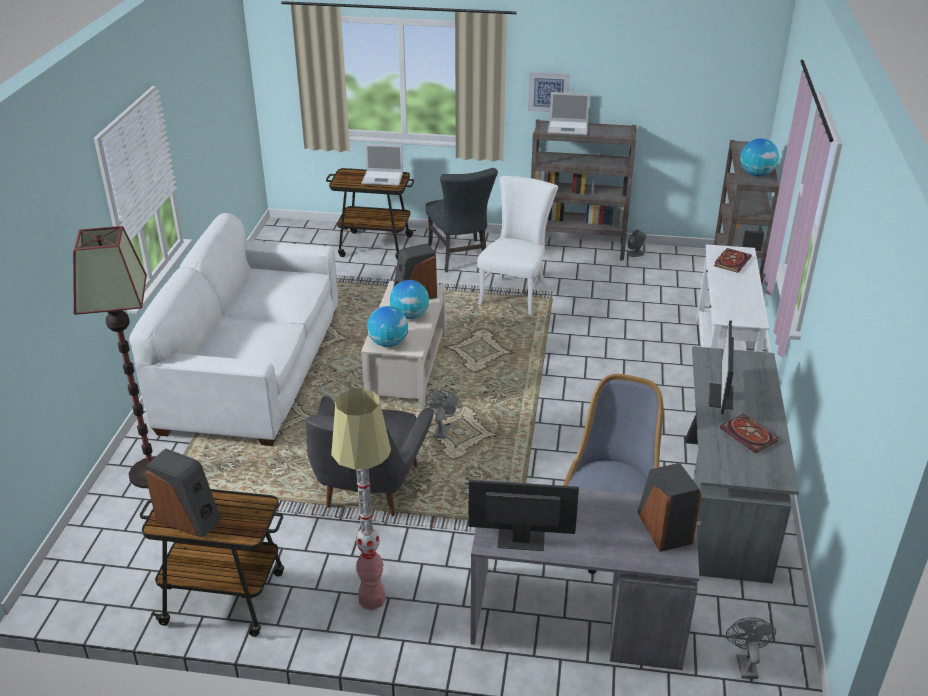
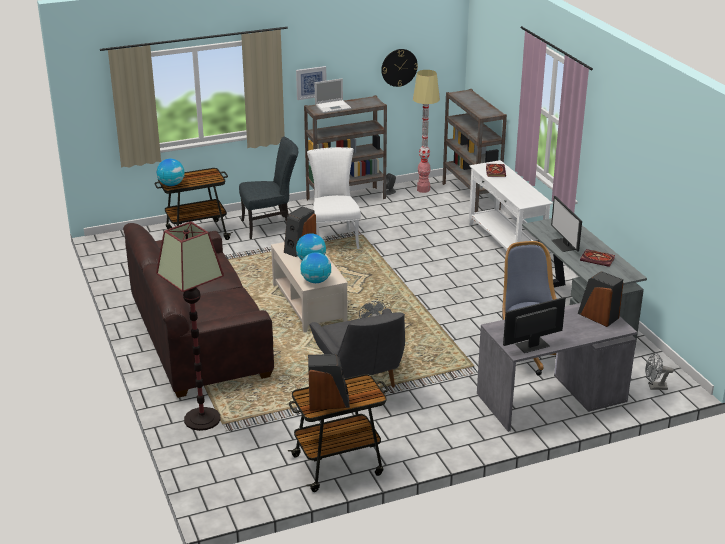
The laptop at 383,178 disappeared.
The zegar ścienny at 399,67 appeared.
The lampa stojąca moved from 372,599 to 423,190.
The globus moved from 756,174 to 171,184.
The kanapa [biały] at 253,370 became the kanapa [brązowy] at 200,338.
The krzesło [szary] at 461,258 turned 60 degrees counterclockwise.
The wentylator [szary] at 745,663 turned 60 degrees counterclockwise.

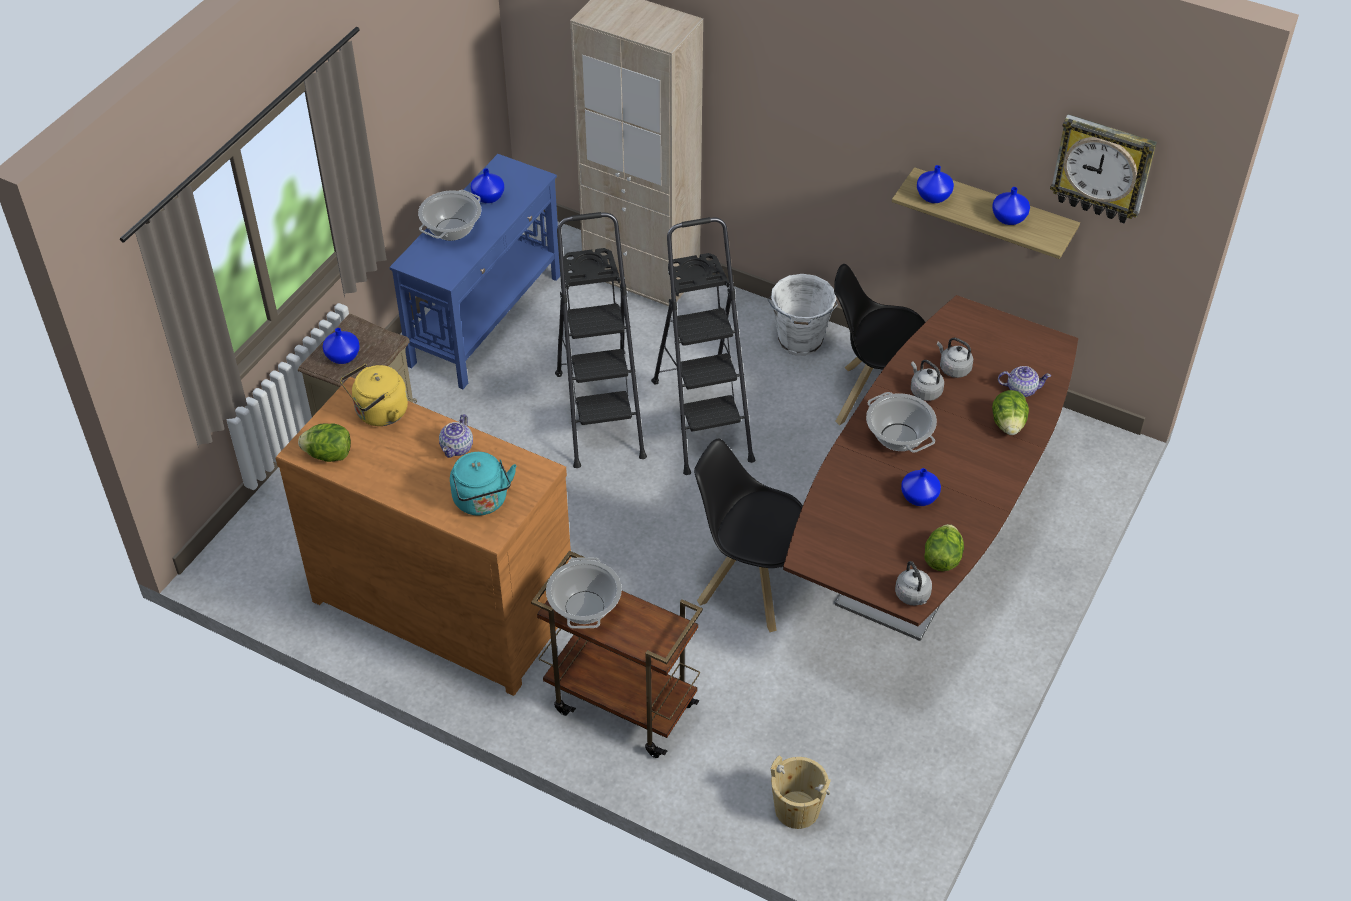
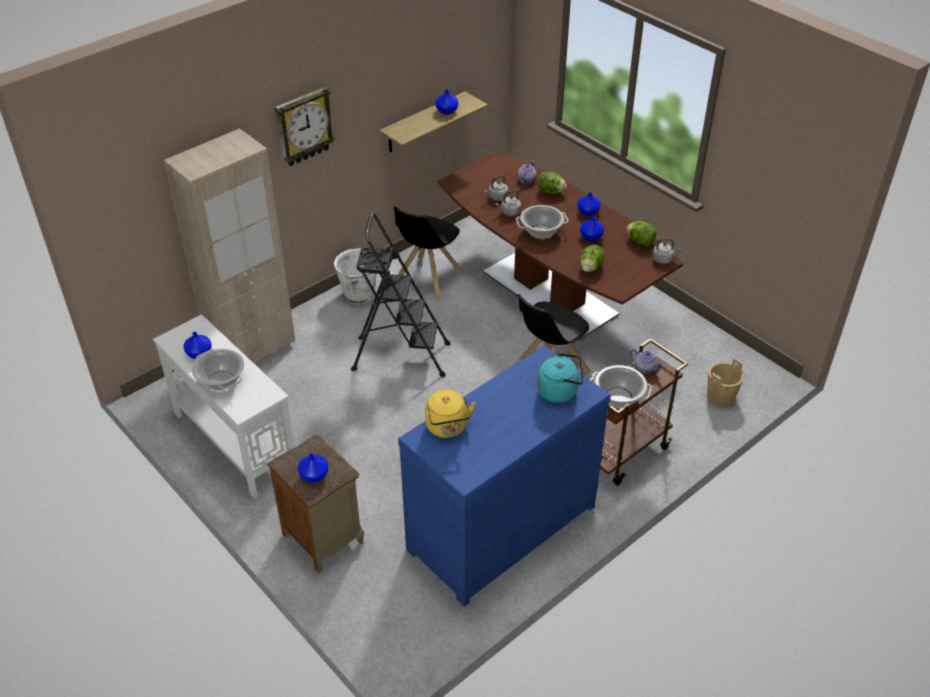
The drabinka at 599,412 disappeared.
The sałata moved from 329,455 to 590,267.
The imbryk moved from 457,447 to 645,368.
The wazon [niebieski] moved from 932,196 to 587,212.
The zegar ścienny moved from 1102,168 to 303,126.
The komoda [brązowy] at 445,602 became the komoda [niebieski] at 498,526.
The stolik konsolowy [niebieski] at 487,319 became the stolik konsolowy [biały] at 235,441.

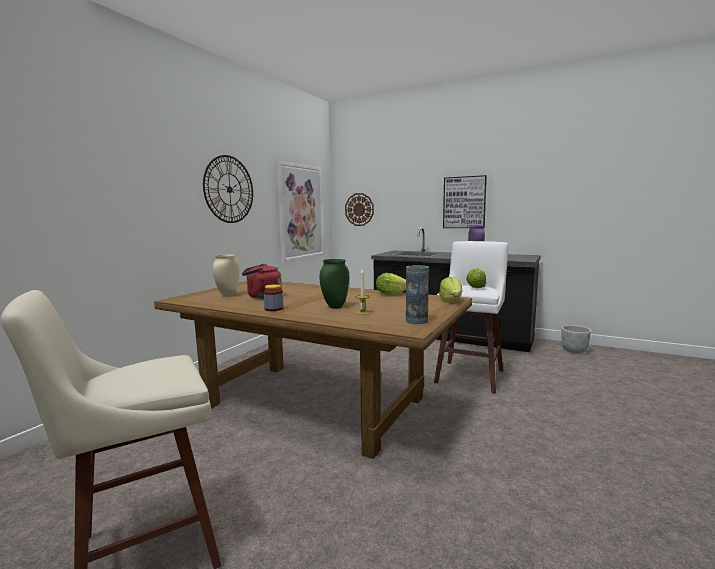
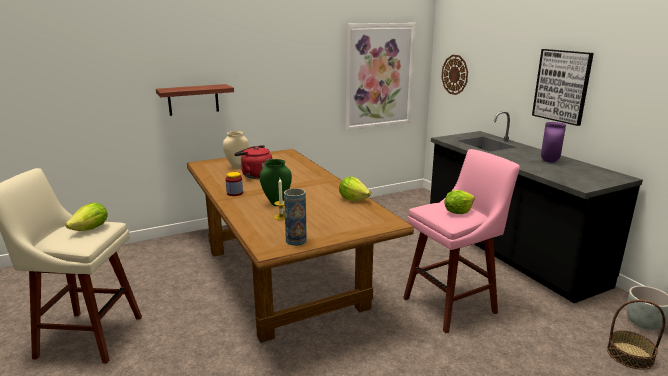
The zegar ścienny at 229,189 disappeared.
The półka at 193,99 appeared.
The koszyk at 630,355 appeared.
The sałata moved from 451,301 to 91,229.
The stołek [biały] at 470,376 became the stołek [różowy] at 451,305.

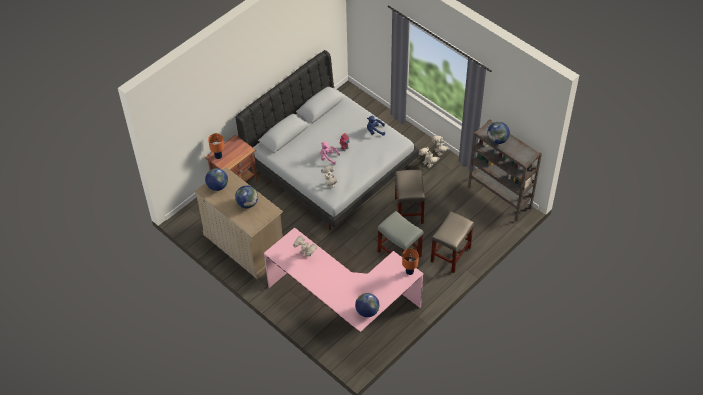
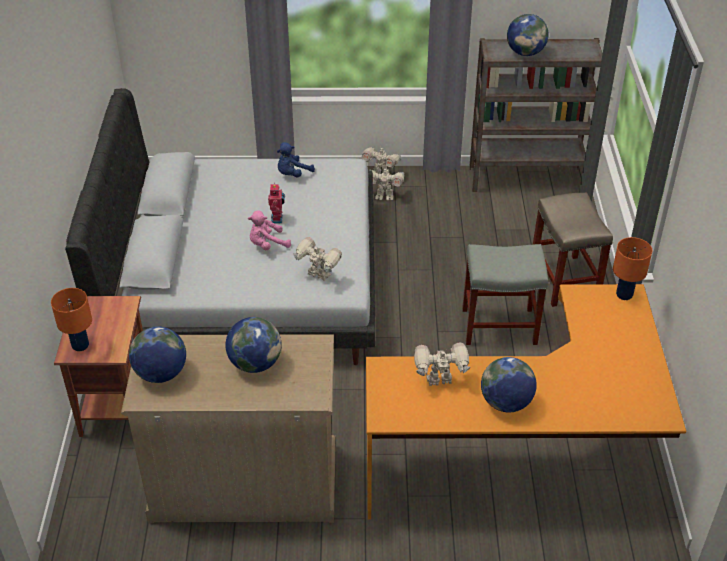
The stołek [beżowy] at 409,211 disappeared.
The globus moved from 367,311 to 506,403.
The biurko [różowy] at 343,310 became the biurko [pomarańczowy] at 528,460.

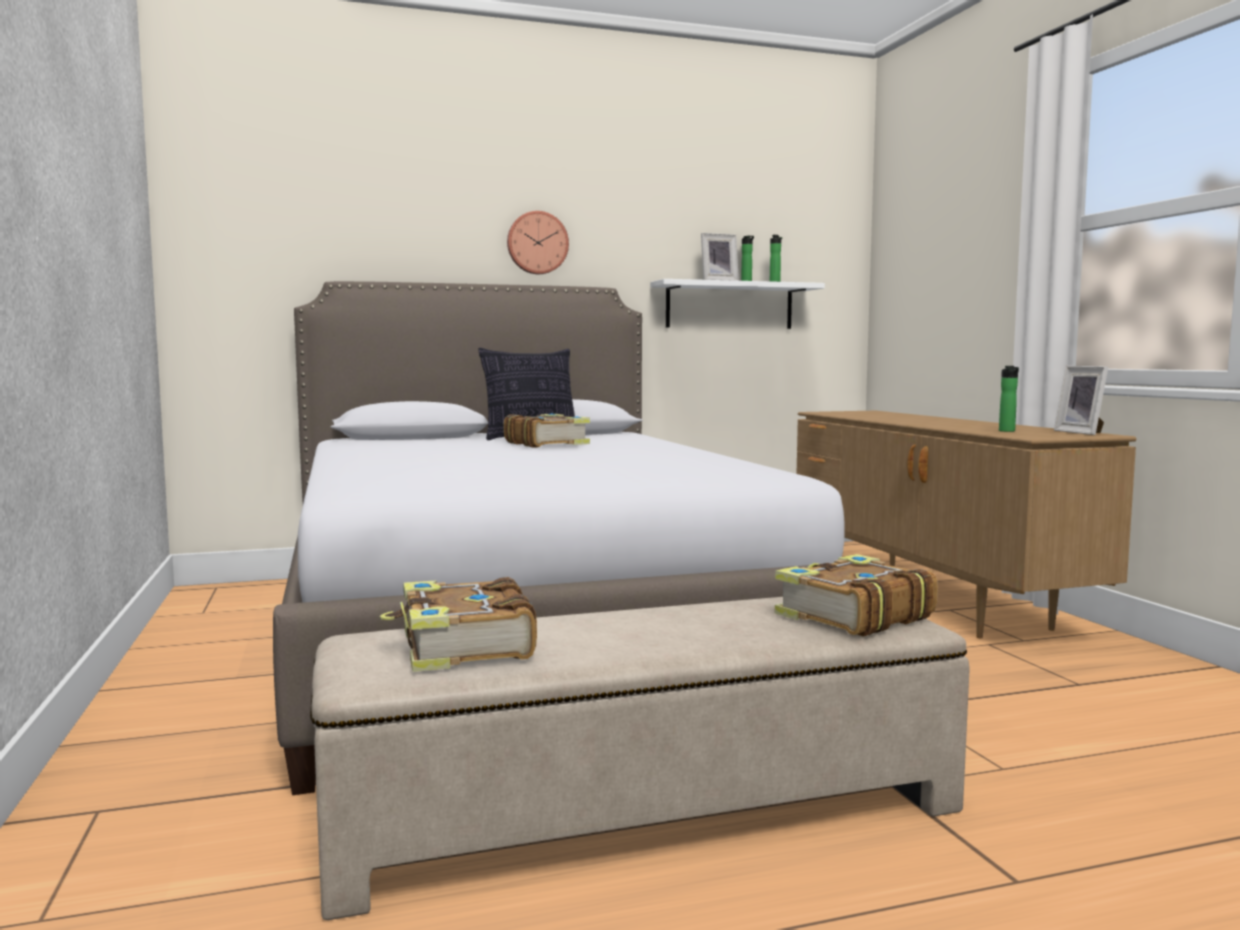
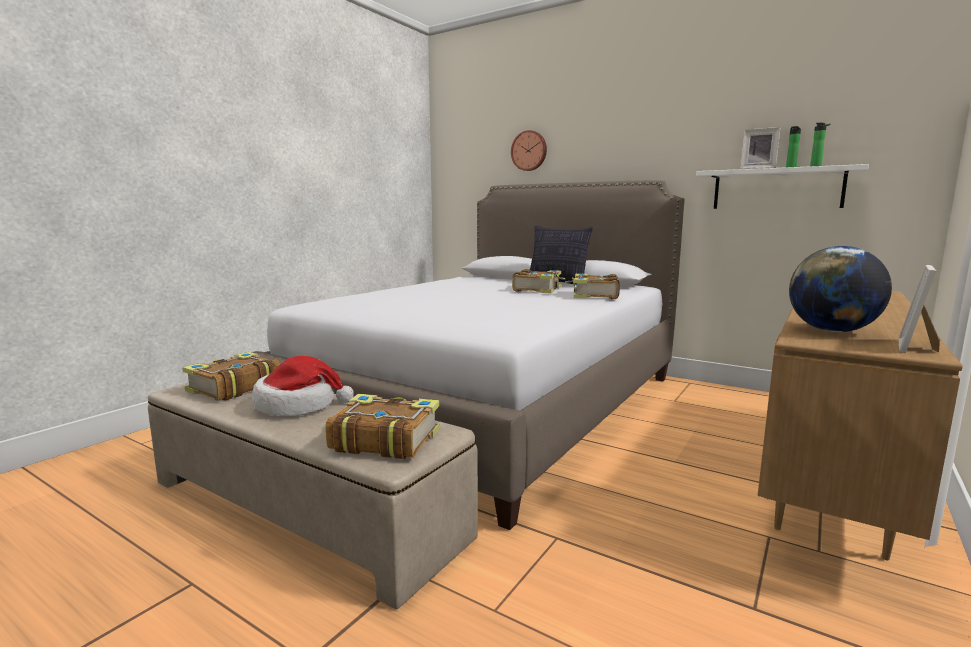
The kapelusz at 298,405 appeared.
The książka at 593,295 appeared.
The zegar ścienny moved from 537,243 to 529,151.
The butelka at 1007,431 was replaced by the globus at 832,331.

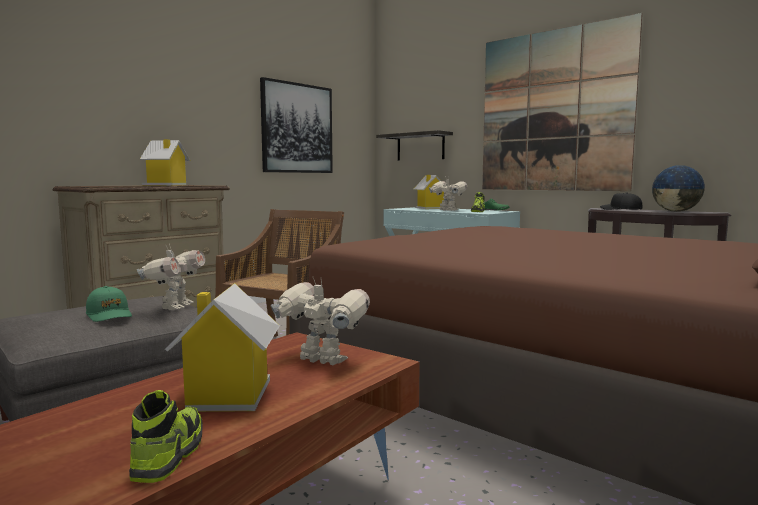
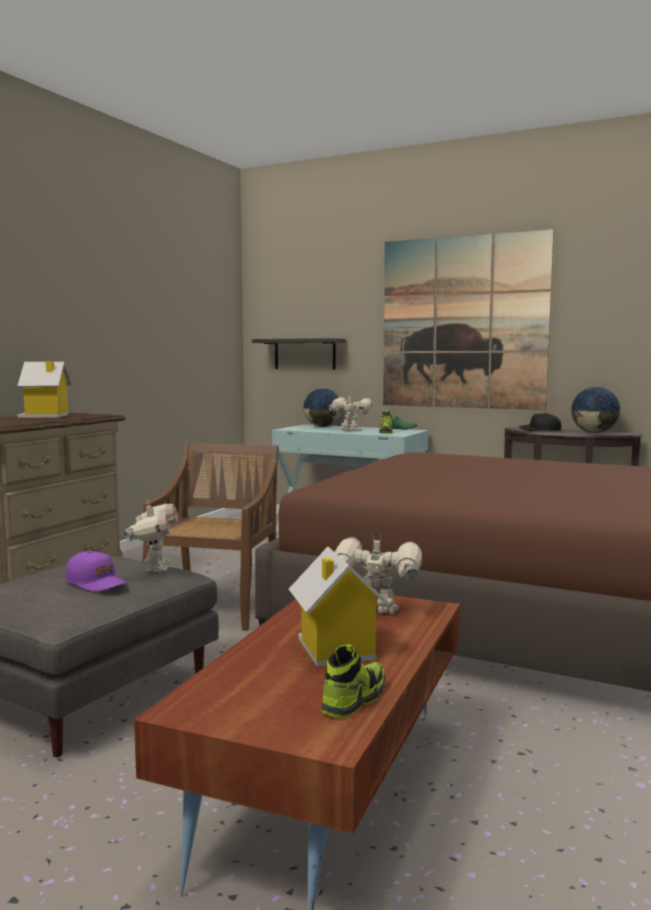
The obraz at 297,128 disappeared.
The domek at 429,208 was replaced by the globus at 322,427.
The czapka z daszkiem [zielony] at 109,315 became the czapka z daszkiem [fioletowy] at 96,583.
The but at 169,455 turned 45 degrees clockwise.

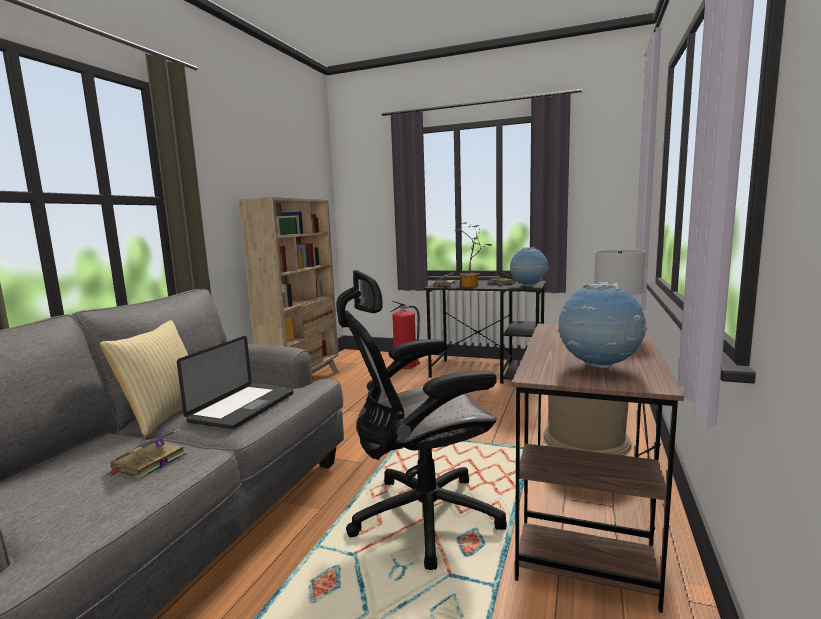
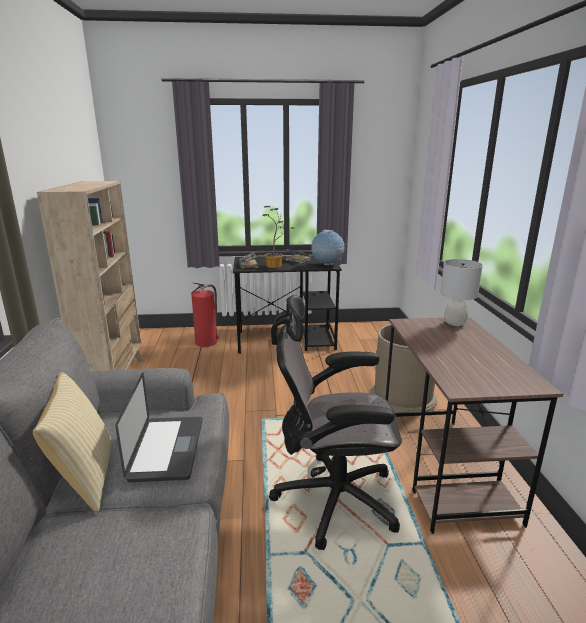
The książka at 148,463 disappeared.
The globus at 599,368 disappeared.
The krzesło biurowe at 425,518 turned 45 degrees clockwise.

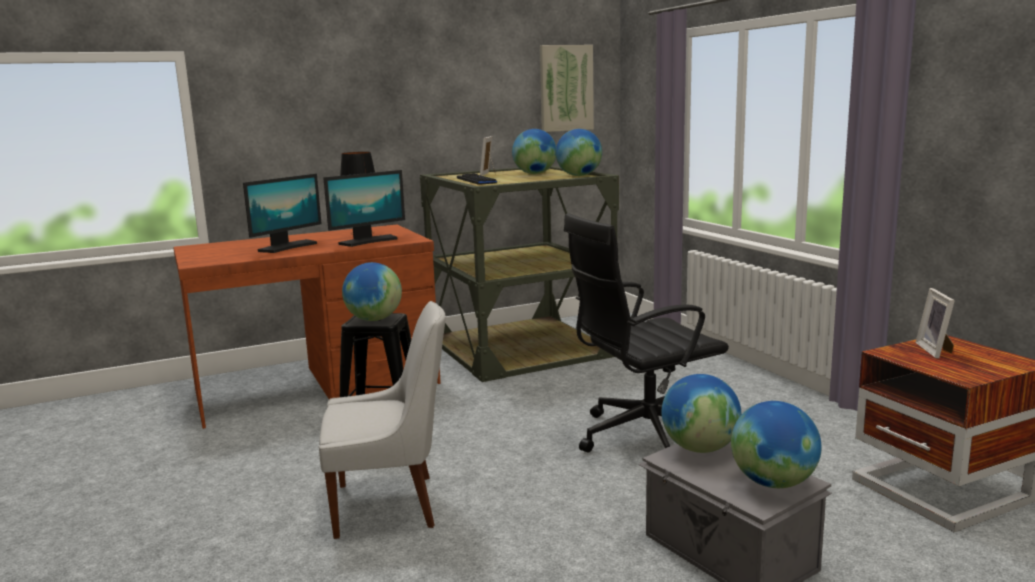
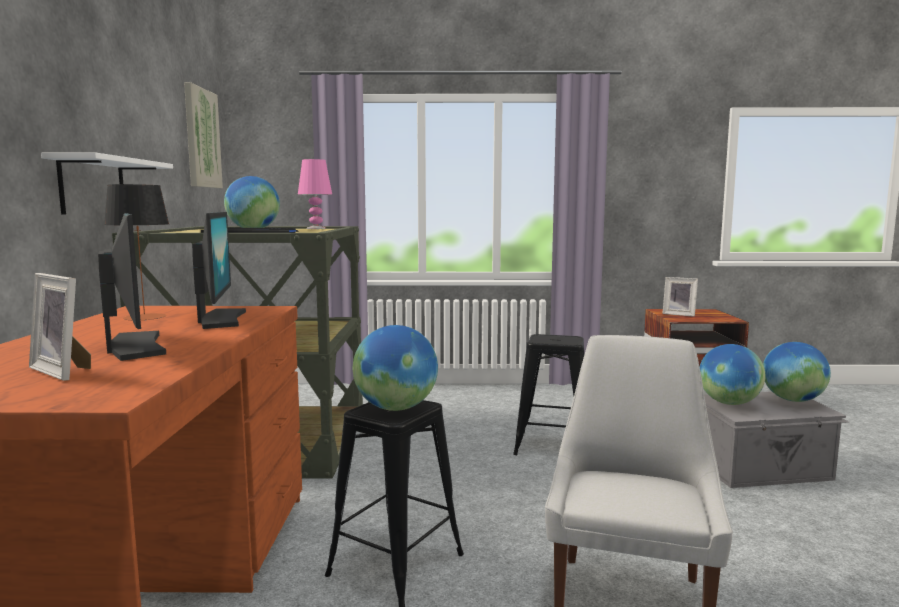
The półka [biały] at 93,186 appeared.
The ramka na zdjęcie moved from 489,174 to 65,371.
The globus at 579,176 was replaced by the lampa stołowa [różowy] at 316,228.
The krzesło biurowe [czarny] at 643,437 was replaced by the stołek [czarny] at 552,446.

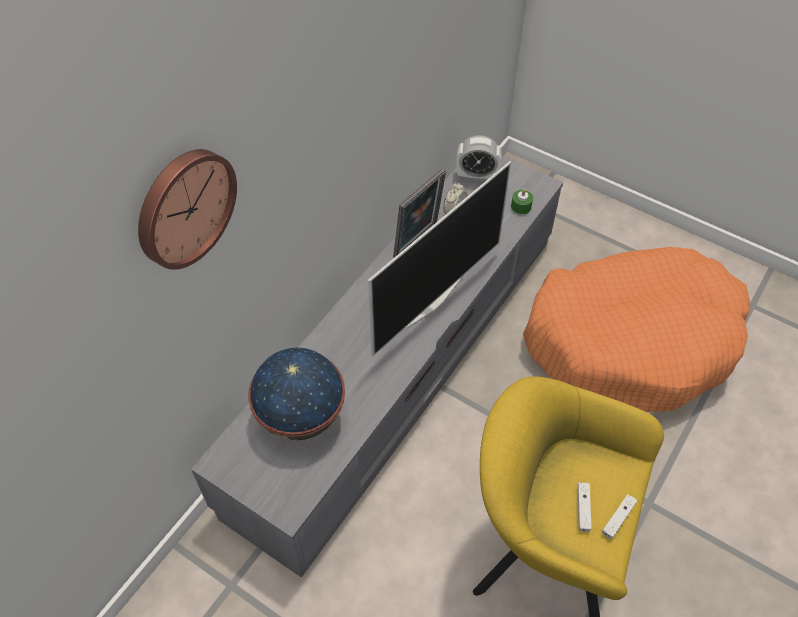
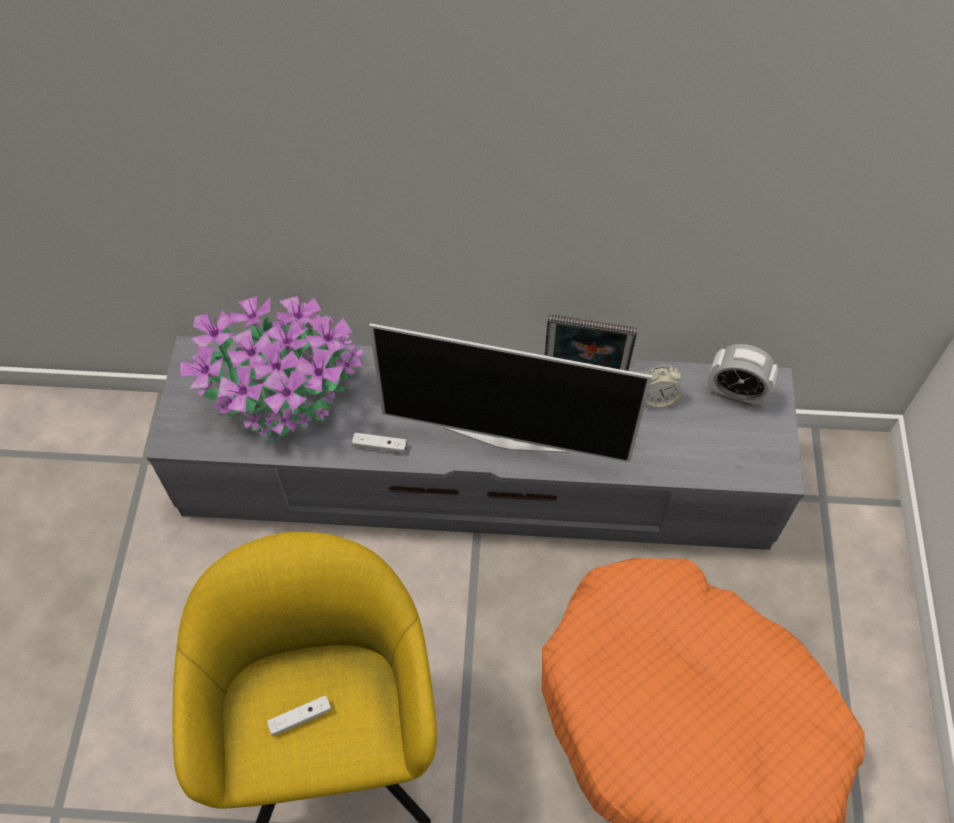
The zegar ścienny at 183,207 disappeared.
The świeca [zielony] at 521,206 disappeared.
The pad do gier [biały] moved from 618,519 to 380,446.
The globus at 300,416 was replaced by the roślina doniczkowa at 284,392.
The budzik at 476,176 turned 45 degrees counterclockwise.

